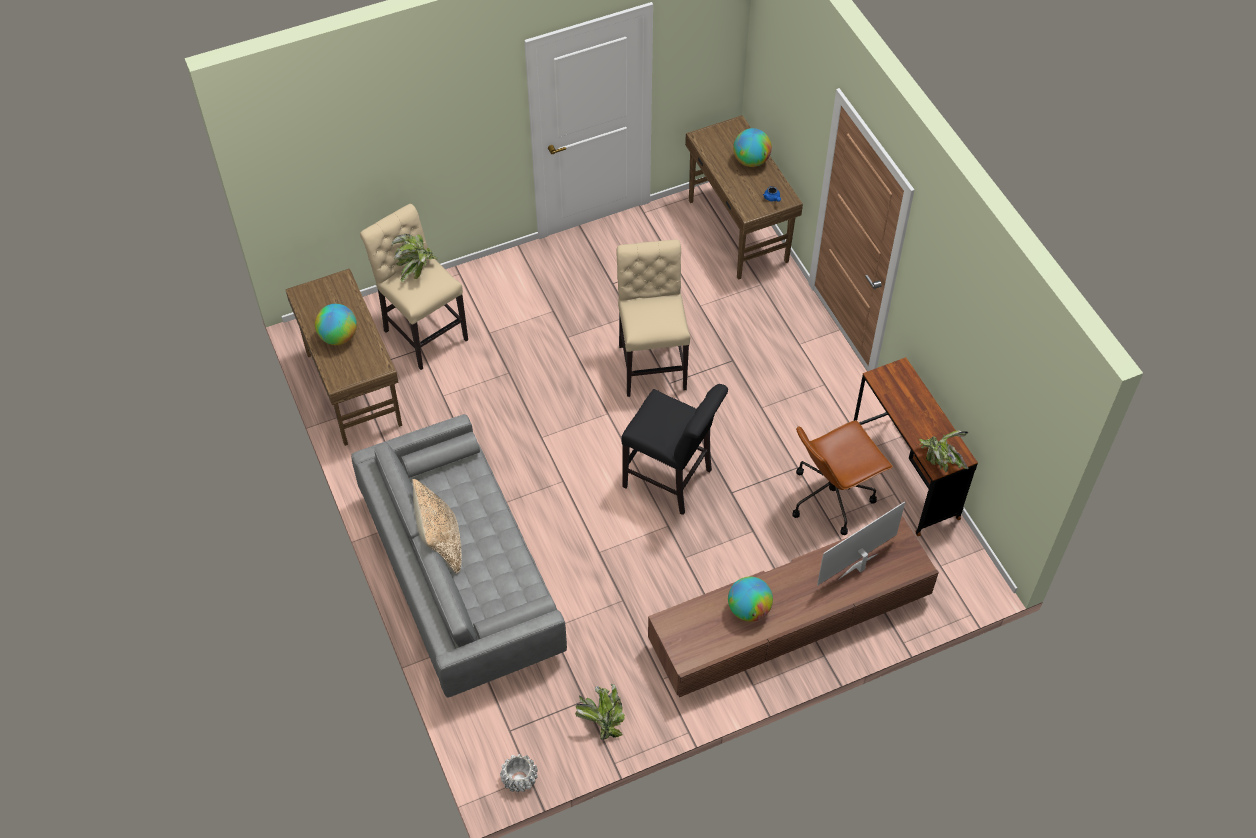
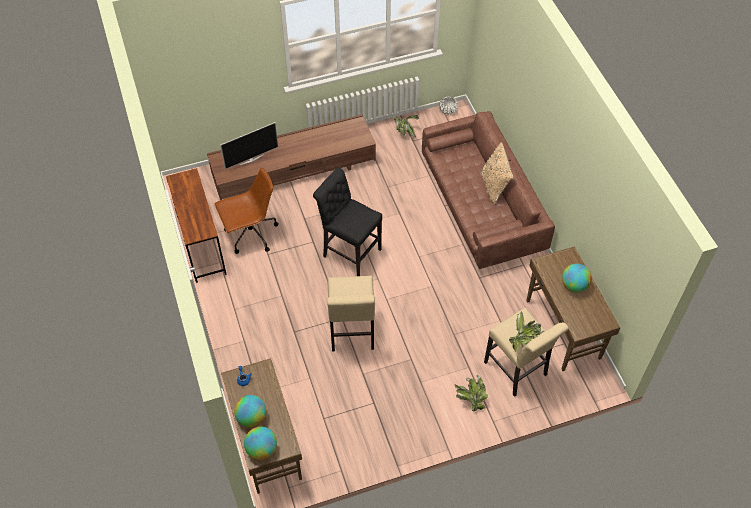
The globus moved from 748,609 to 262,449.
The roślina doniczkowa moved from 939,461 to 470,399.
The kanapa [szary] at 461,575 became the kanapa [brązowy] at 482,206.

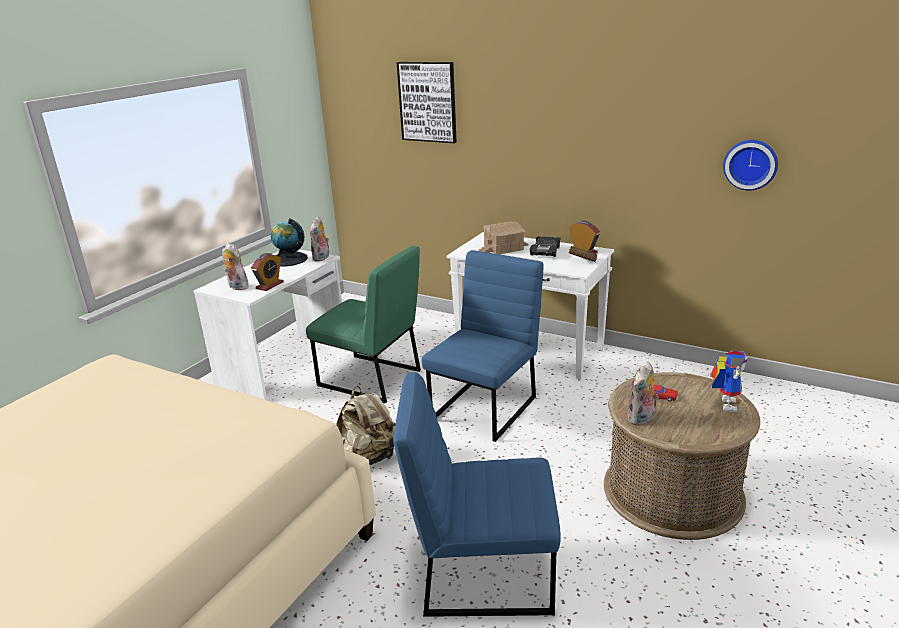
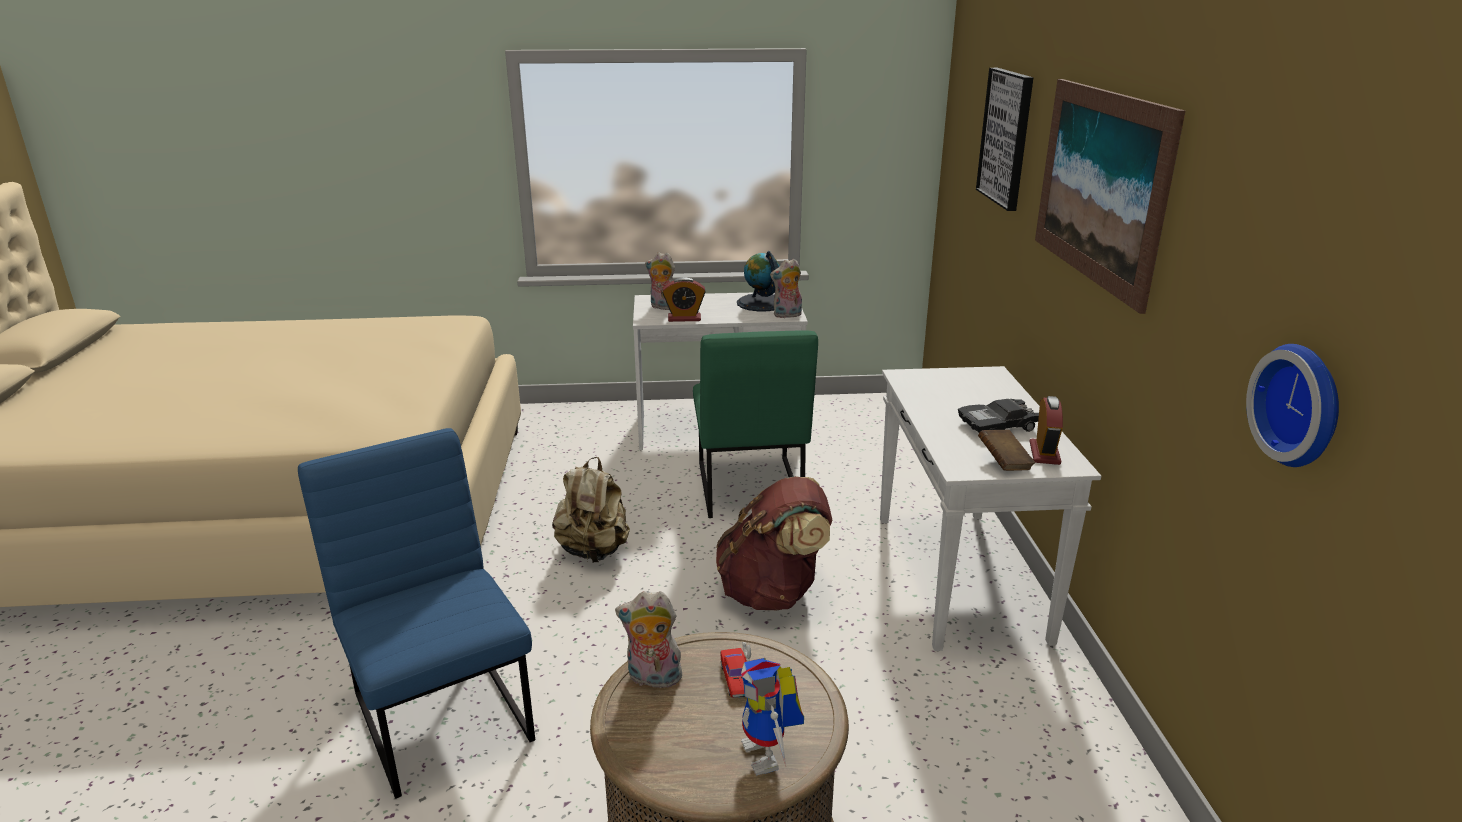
The domek at 503,247 disappeared.
The obraz at 1100,186 appeared.
The krzesło [niebieski] at 486,407 was replaced by the plecak [brązowy] at 773,593.
The pluszak at 236,287 turned 75 degrees counterclockwise.
The robot zabawkowy at 724,403 turned 90 degrees clockwise.

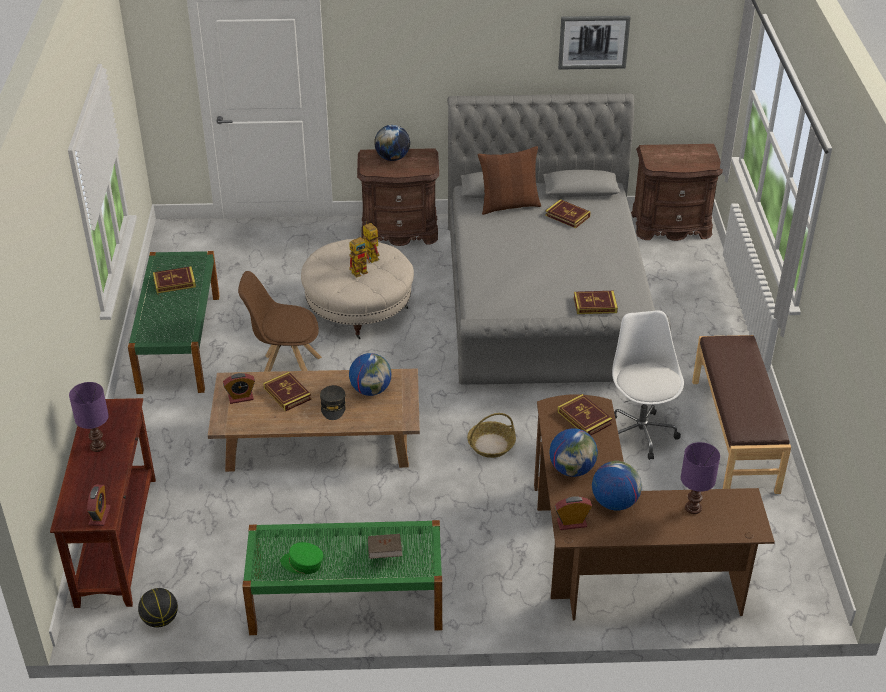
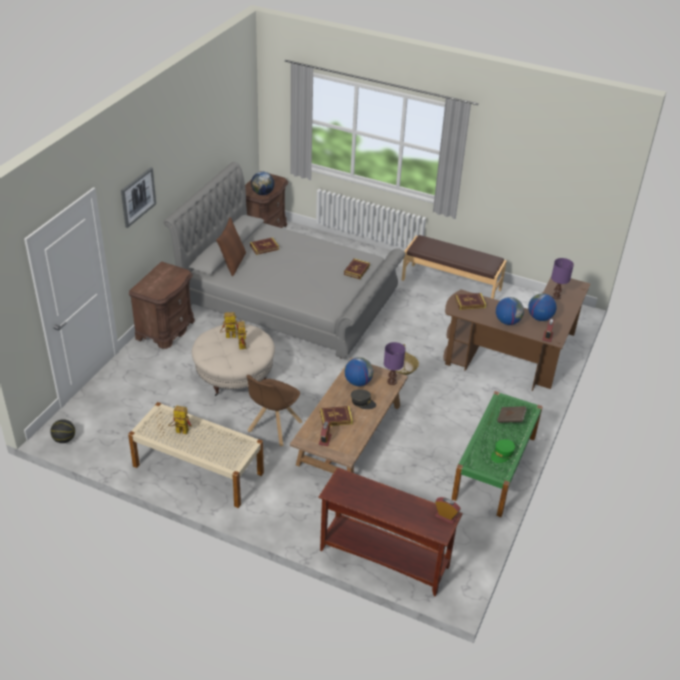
The krzesło biurowe [biały] at 640,433 disappeared.
The lampa stołowa [fioletowy] moved from 97,446 to 392,382.
The piłka do koszykówki moved from 160,620 to 64,439.
The globus moved from 392,158 to 262,193.
The obraz moved from 593,42 to 138,197.
The książka at 174,282 was replaced by the robot zabawkowy at 179,431.
The ławka [zielony] at 179,343 became the ławka [beżowy] at 197,470.

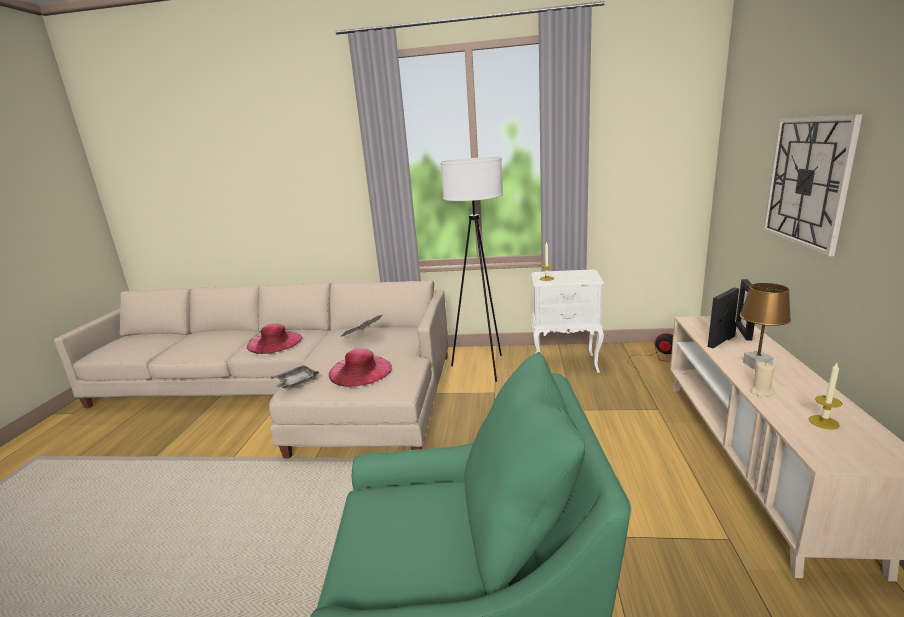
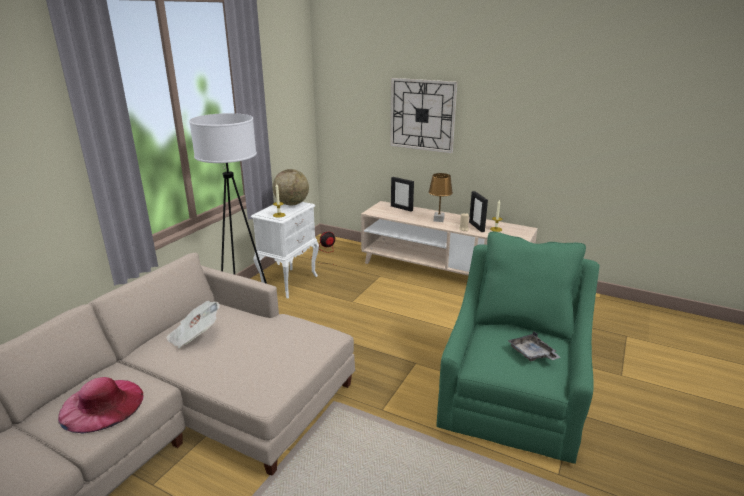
The kapelusz [różowy] at 360,370 disappeared.
The globus at 292,204 appeared.
The taca [szary] moved from 296,383 to 532,354.
The ramka na zdjęcie moved from 721,341 to 477,227.

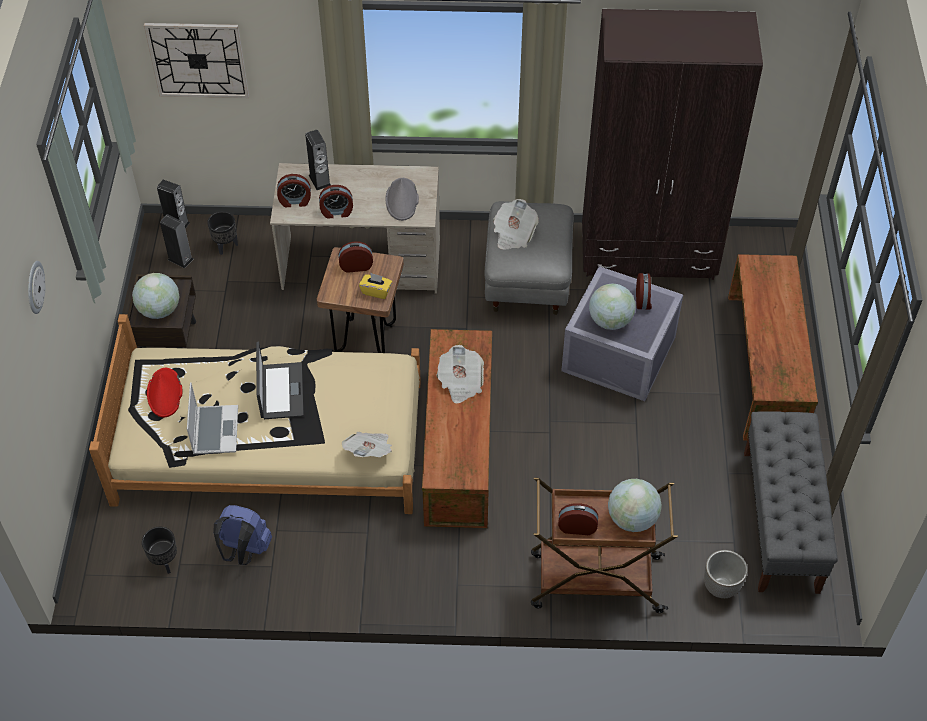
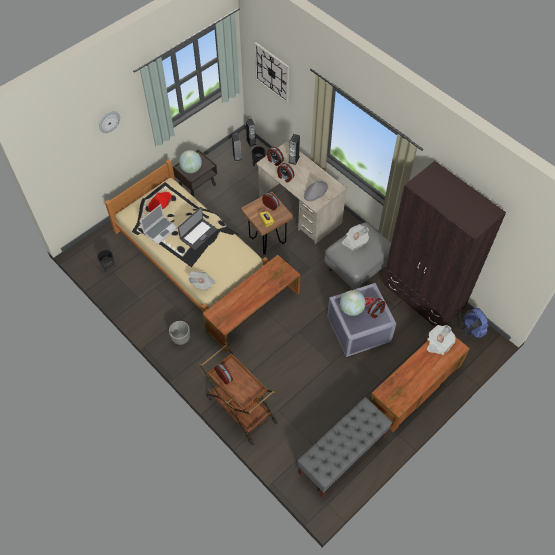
The globus at 632,519 disappeared.
The plecak [niebieski] moved from 244,550 to 470,331.
The gazeta moved from 460,383 to 438,343.
The donica moved from 721,587 to 181,339.

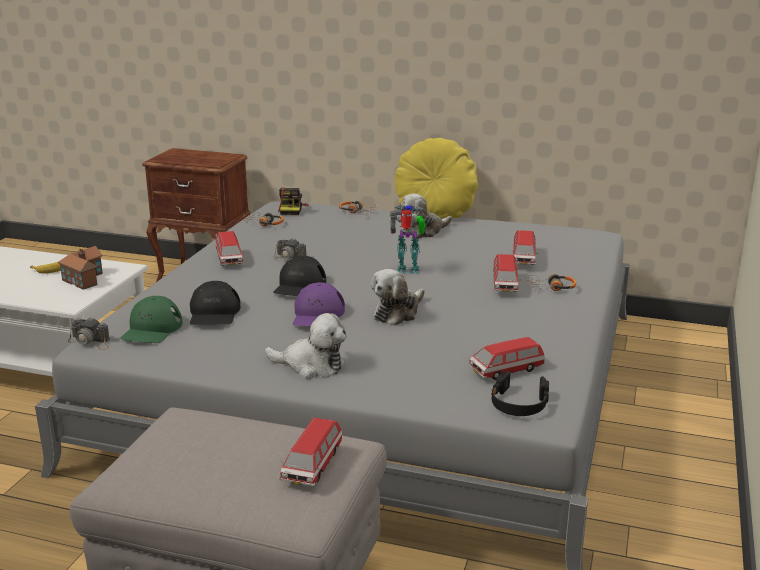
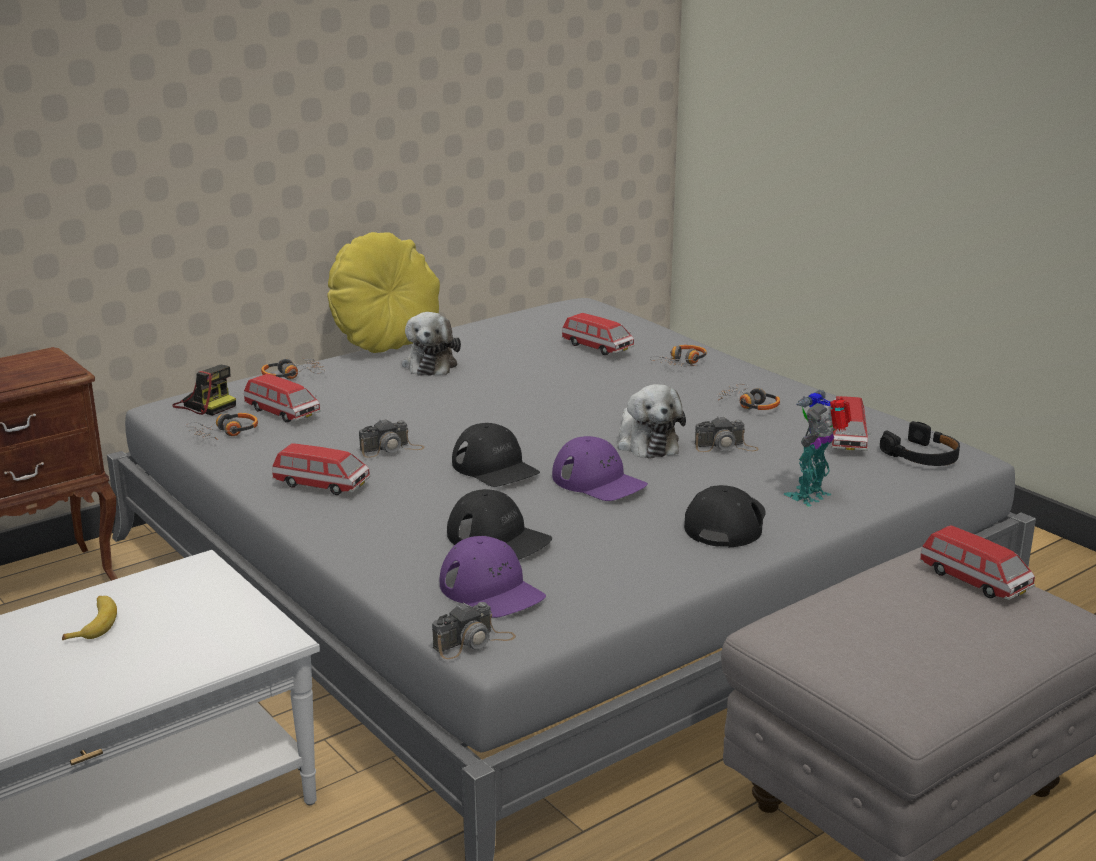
The domek at 83,278 disappeared.
The aparat fotograficzny at 725,447 appeared.
The słuchawki at 748,405 appeared.
The robot zabawkowy moved from 409,271 to 812,496.
The samochodzik moved from 504,284 to 282,413.
The pluszak at 311,365 was replaced by the czapka z daszkiem [czarny] at 726,523.
The czapka z daszkiem [zielony] at 152,329 became the czapka z daszkiem [fioletowy] at 492,590.

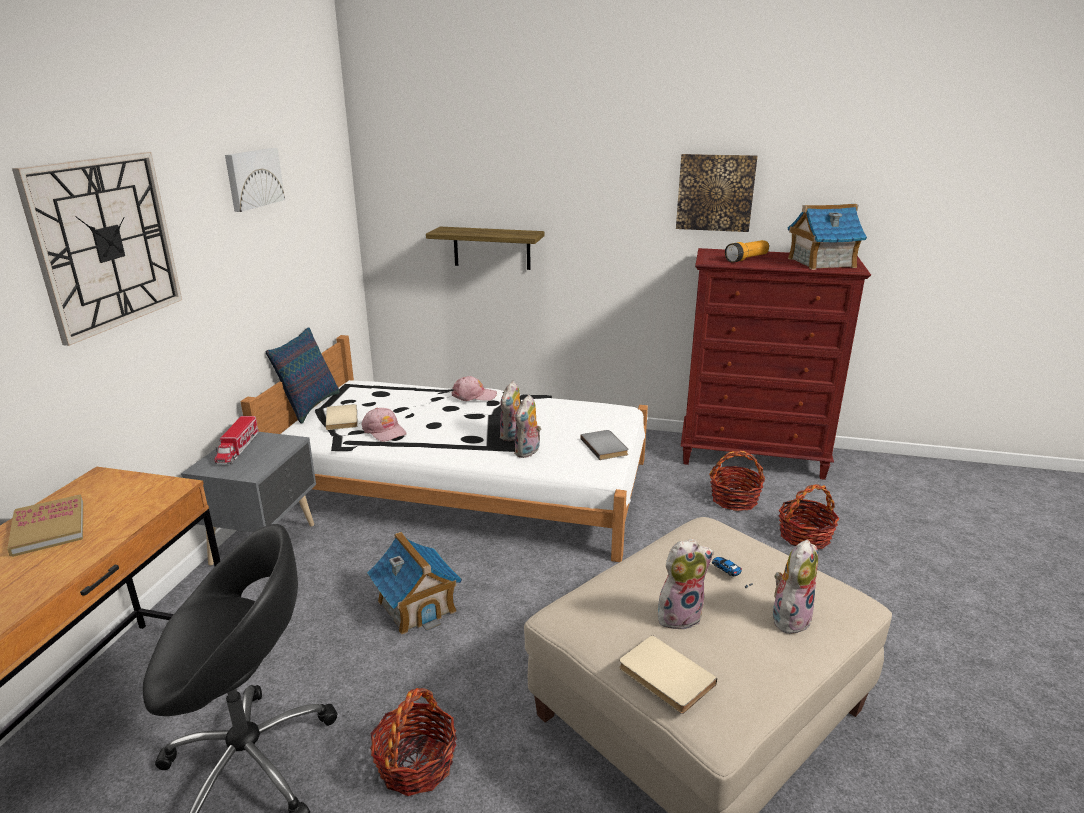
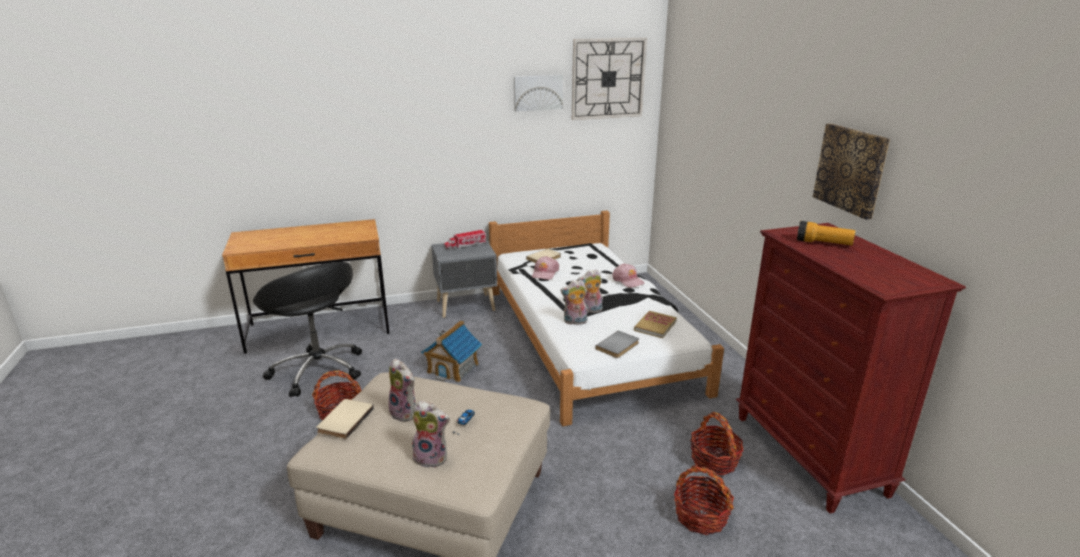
The poduszka [niebieski] at 310,406 disappeared.
The półka at 491,248 disappeared.
The domek at 820,263 disappeared.
The książka moved from 48,528 to 655,326.
The zegar ścienny moved from 106,243 to 608,79.

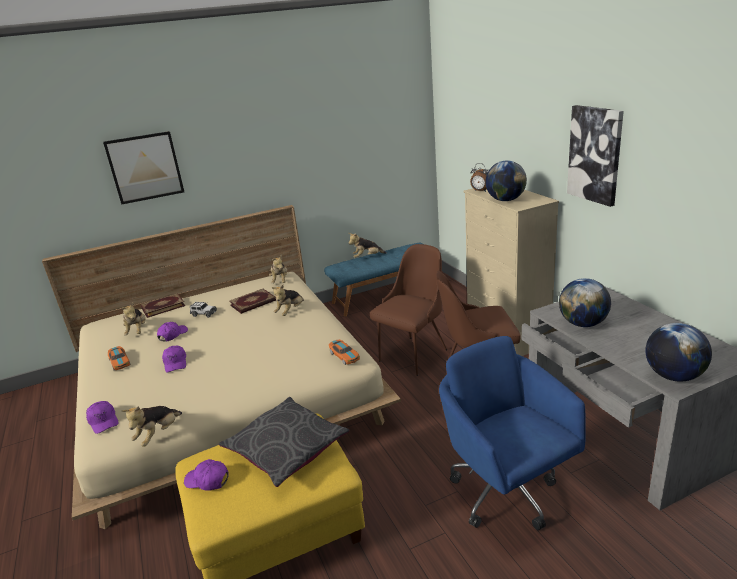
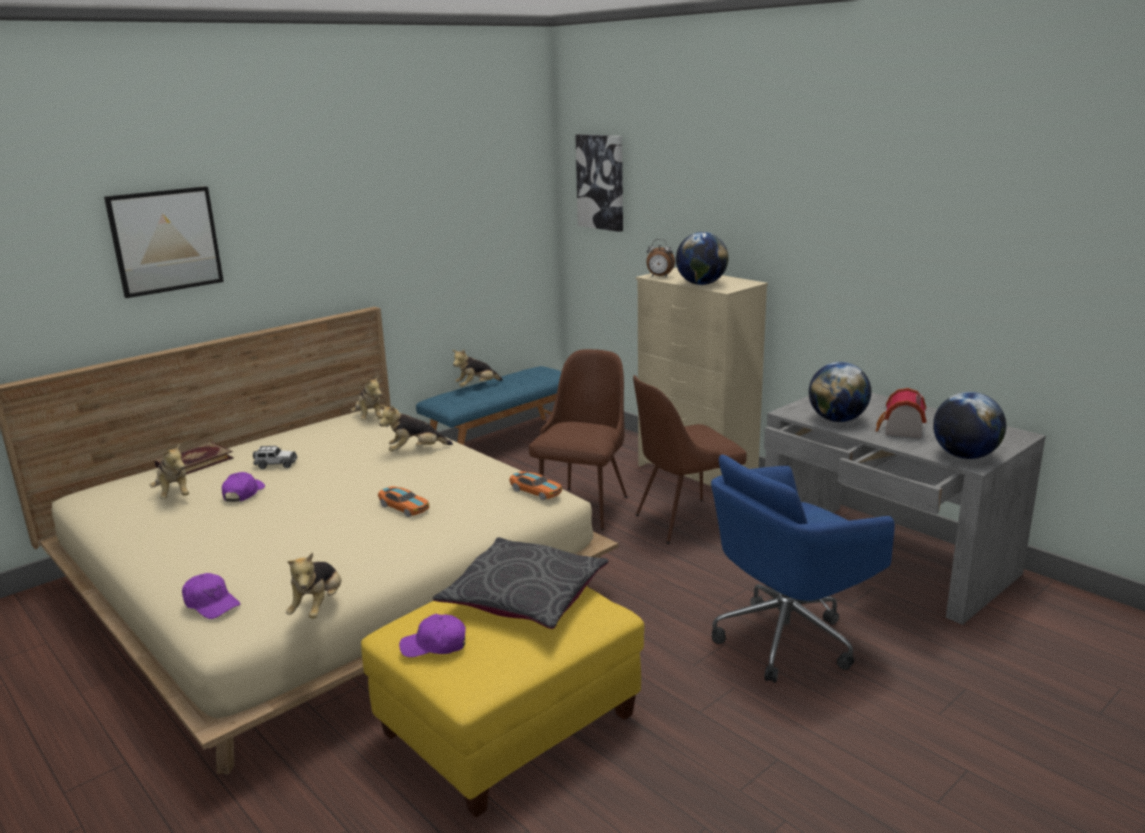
The czapka z daszkiem [fioletowy] at 175,363 disappeared.
The książka at 253,303 disappeared.
The domek at 900,430 appeared.
The samochodzik moved from 119,362 to 404,507.
The obraz moved from 595,154 to 601,182.
The pluszak at 290,311 turned 60 degrees clockwise.
The krzesło biurowe [niebieski] at 507,497 turned 75 degrees counterclockwise.

